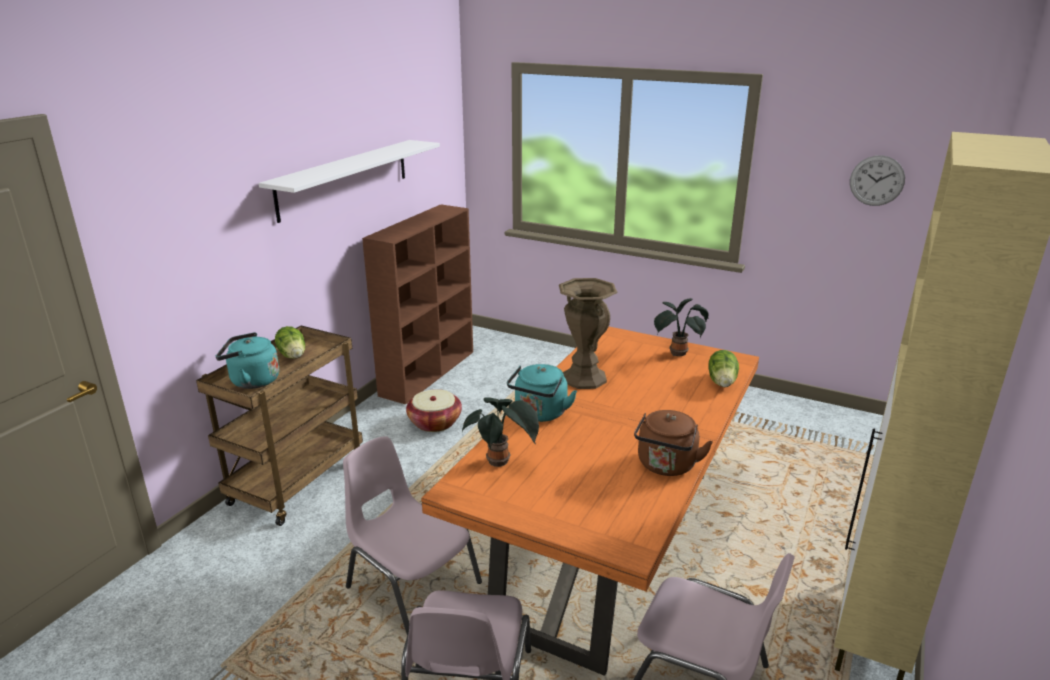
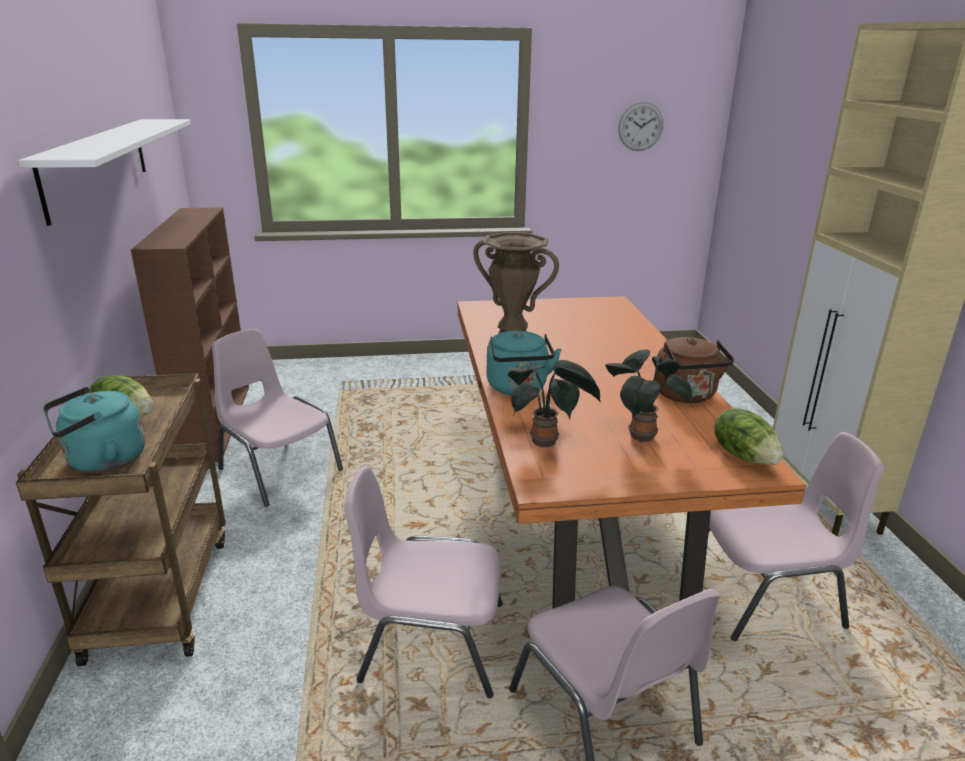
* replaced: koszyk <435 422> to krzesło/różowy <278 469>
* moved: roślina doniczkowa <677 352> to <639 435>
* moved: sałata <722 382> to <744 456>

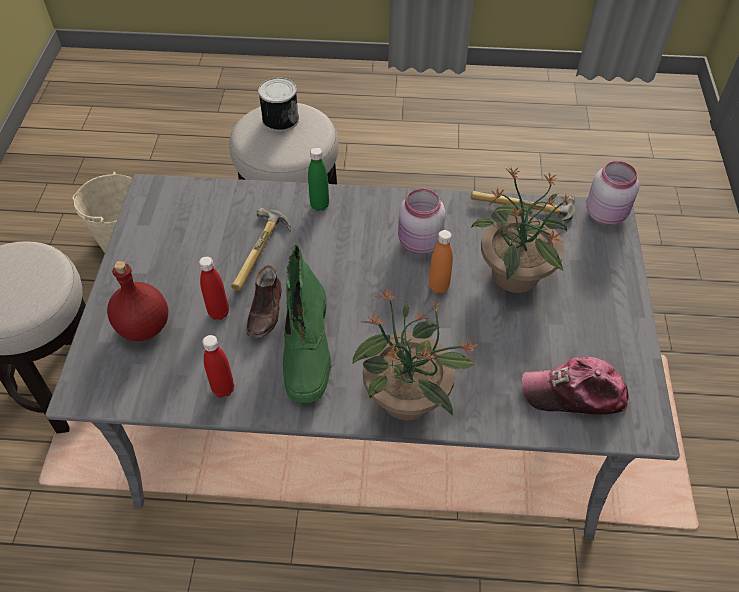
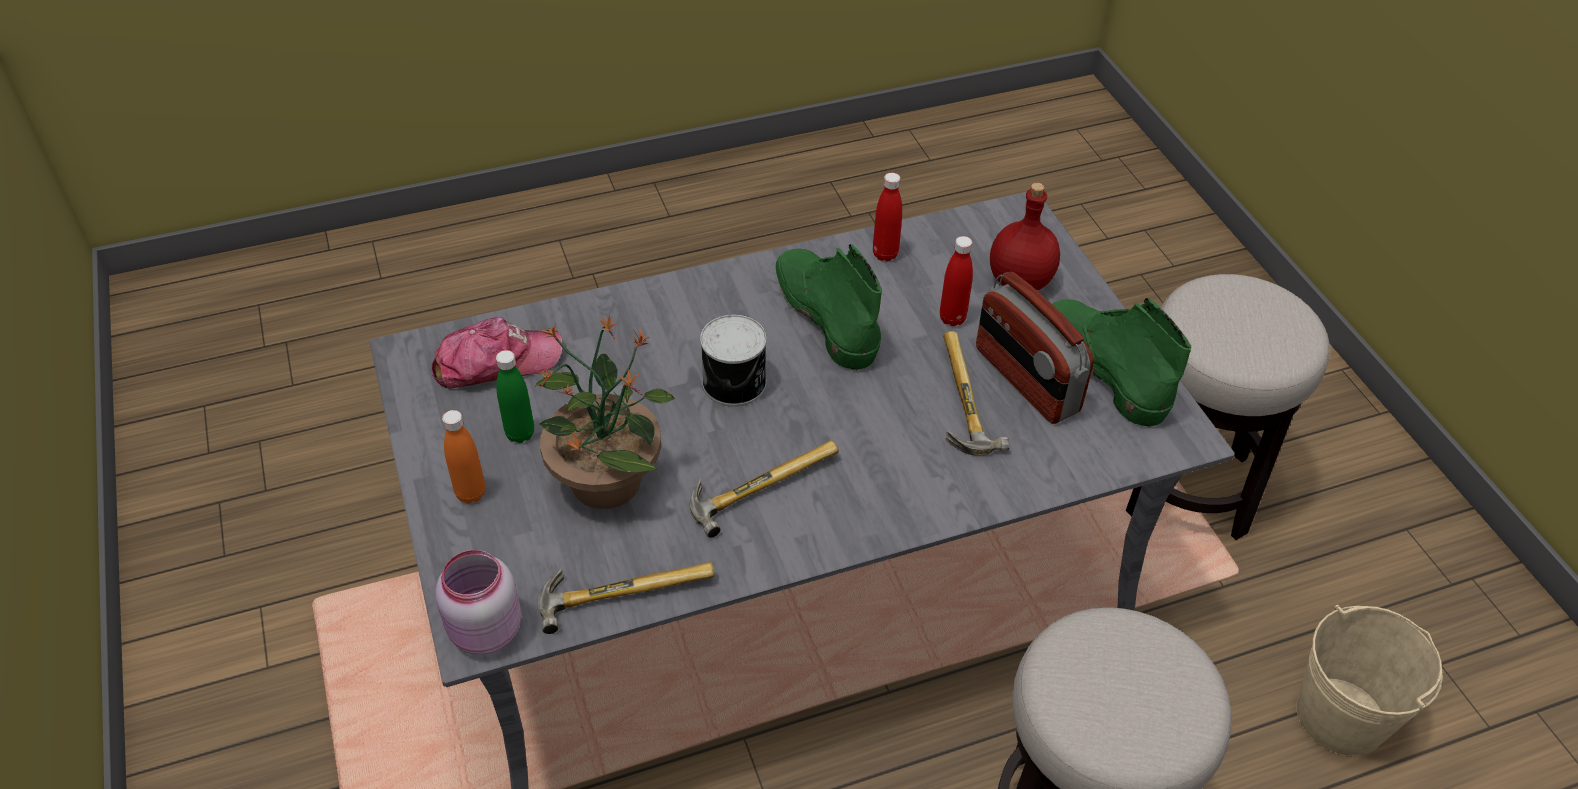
* removed: but/brązowy <266 311>
* moved: puszka <279 119> to <736 383>
* moved: butelka/zielony <319 205> to <520 434>
* removed: roślina doniczkowa <407 399>
* replaced: słoik/różowy <419 243> to młotek <760 482>
* moved: butelka/pomarańczowy <438 287> to <471 493>
* added: radio <1025 380>
* added: but z cholewką/zielony <1102 368>

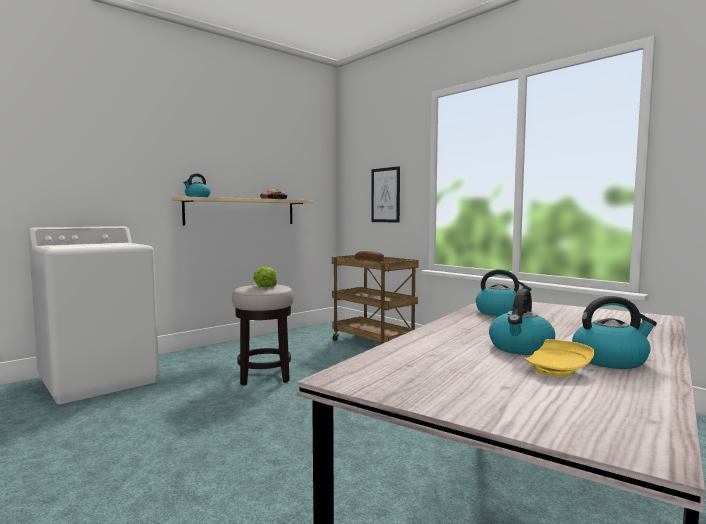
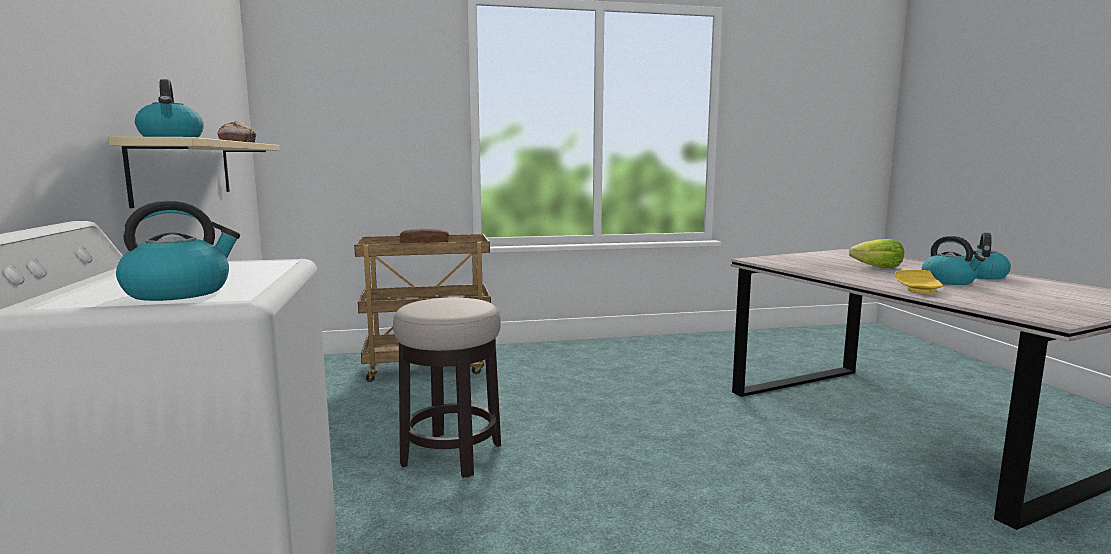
* moved: sałata <265 286> to <877 267>
* removed: obraz <385 195>
* moved: czajnik <500 312> to <180 292>
* moved: talerz/żółty <558 370> to <919 290>

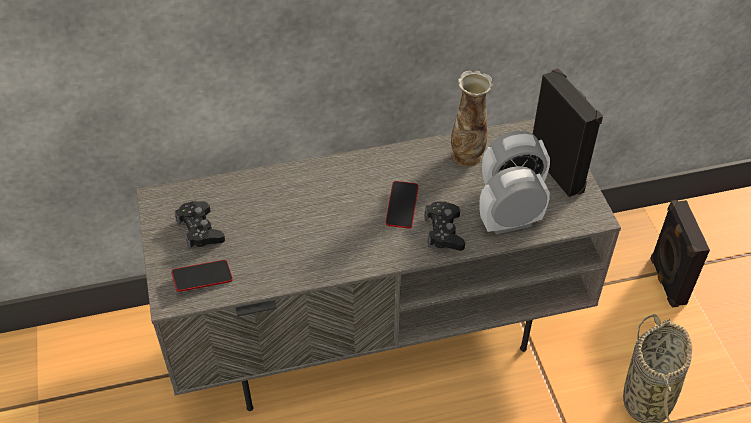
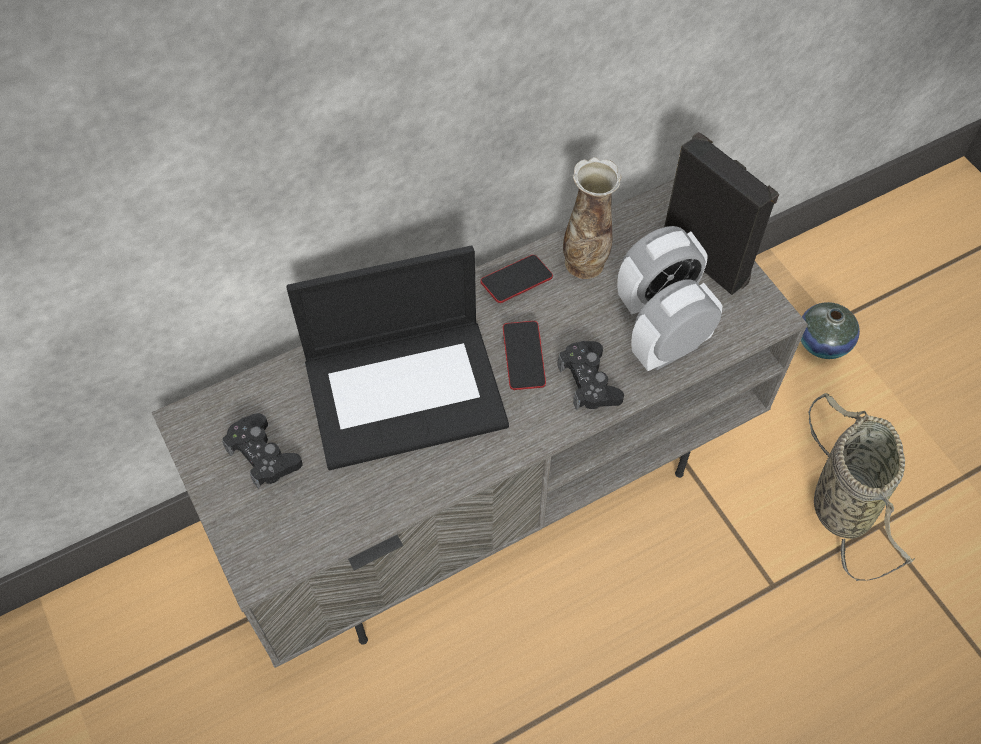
* moved: telefon <202 278> to <516 282>
* replaced: głośnik/czarny <666 281> to wazon <822 342>
* added: laptop <406 390>

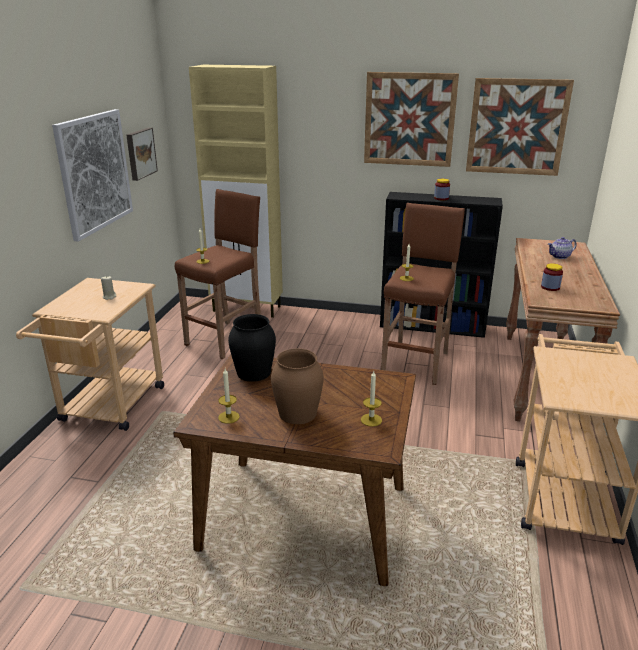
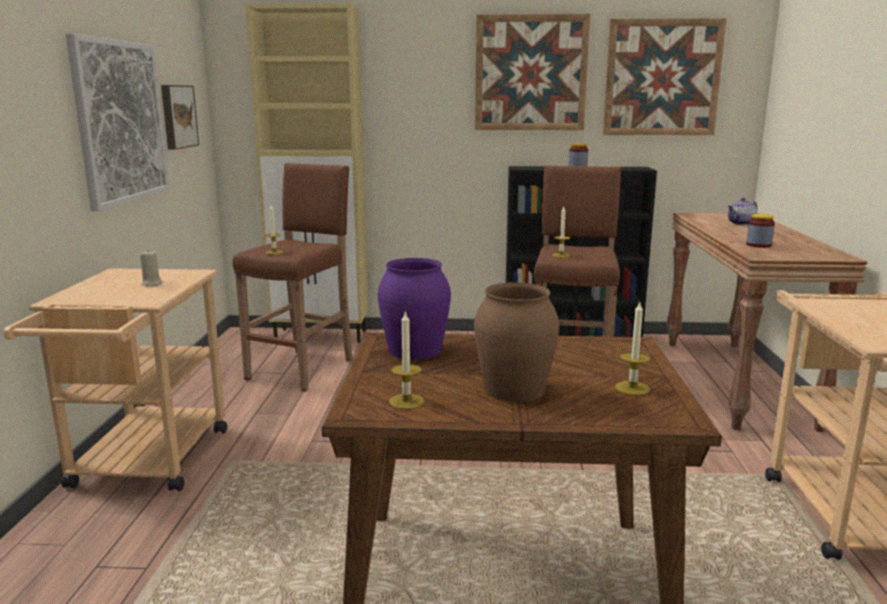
* recoloured: wazon/czarny <254 372> to wazon/fioletowy <415 350>

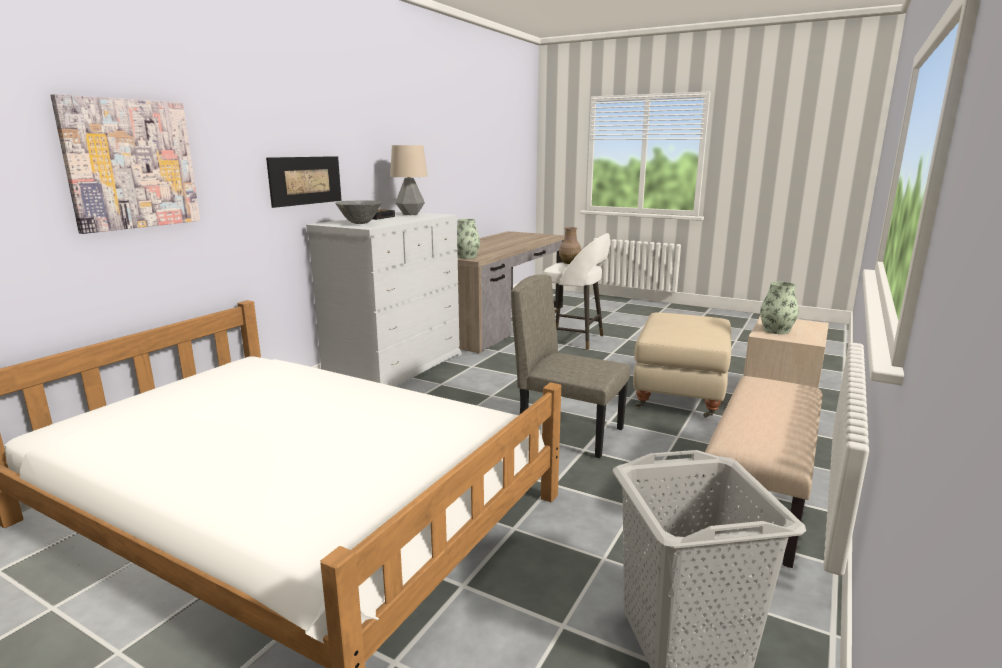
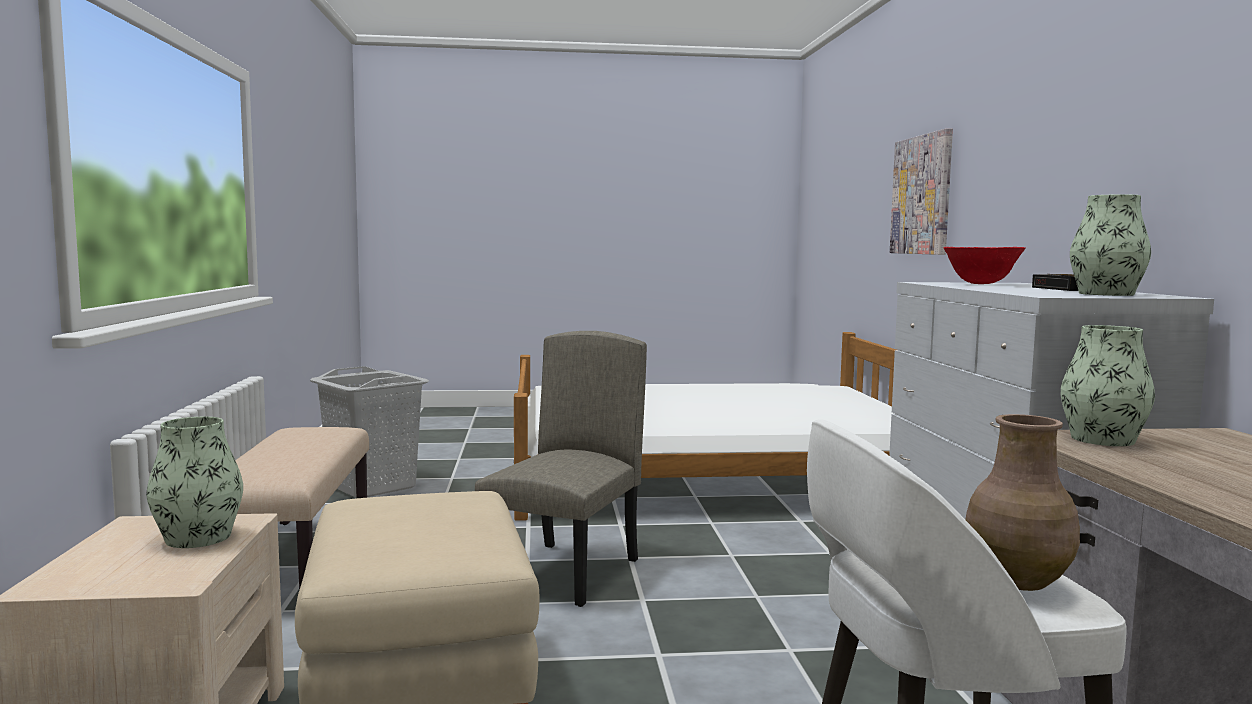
* removed: obraz <305 180>
* recoloured: miska/szary <360 223> to miska/czerwony <981 284>
* replaced: lampa stołowa <410 214> to wazon <1106 294>
* turned: krzesło/beżowy <570 433> = <564 573> 60 degrees counterclockwise

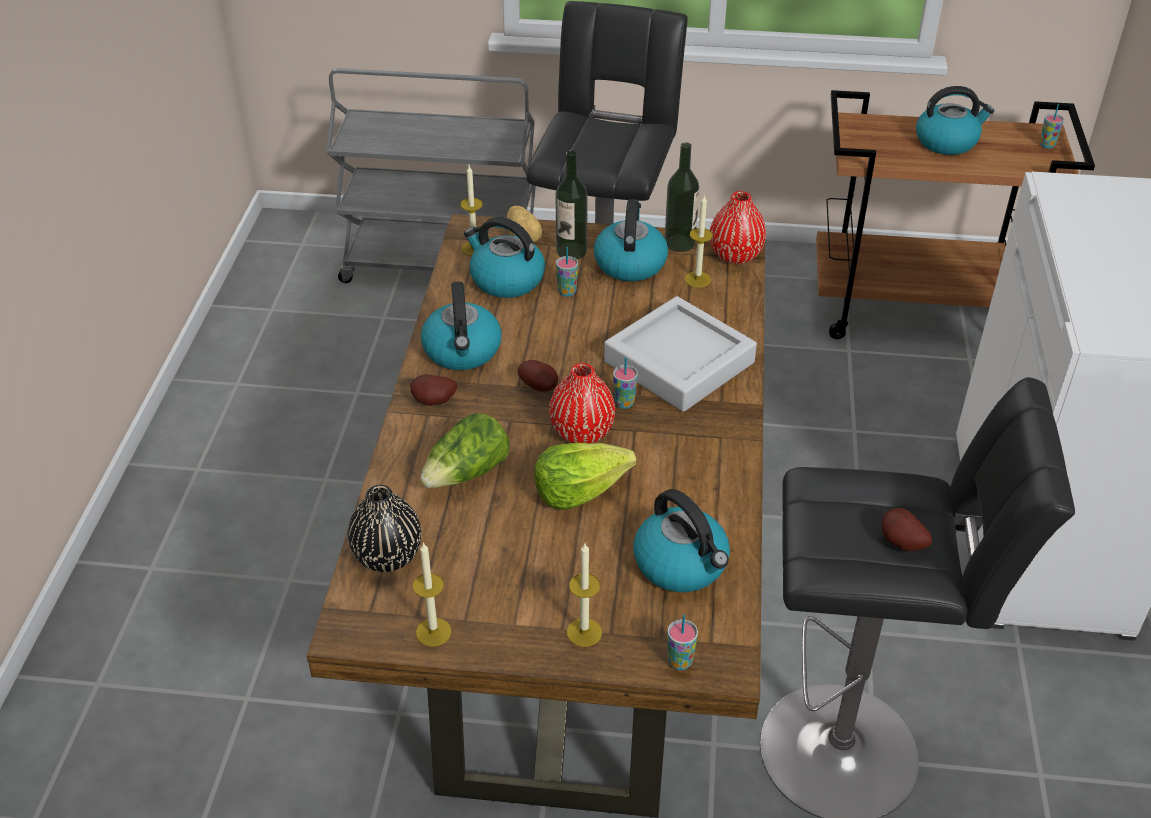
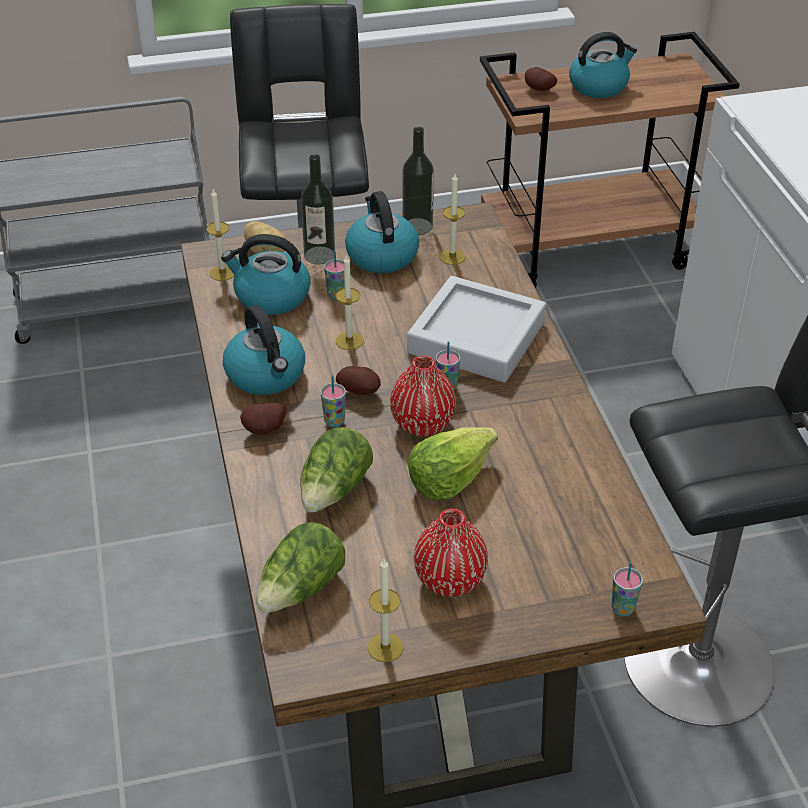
* replaced: wazon/czarny <388 556> to sałata <301 589>
* moved: świeca <584 632> to <349 341>
* removed: czajnik <682 564>
* moved: wazon/czerwony <735 255> to <450 580>
* moved: ziemniak <900 544> to <538 90>
* moved: filiżanka <1047 145> to <334 421>

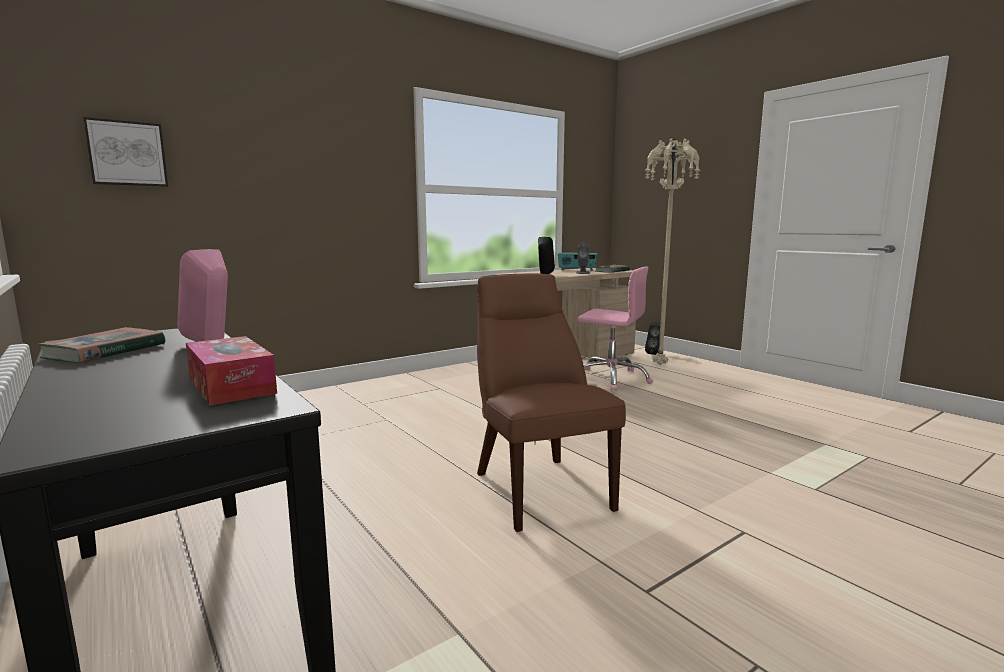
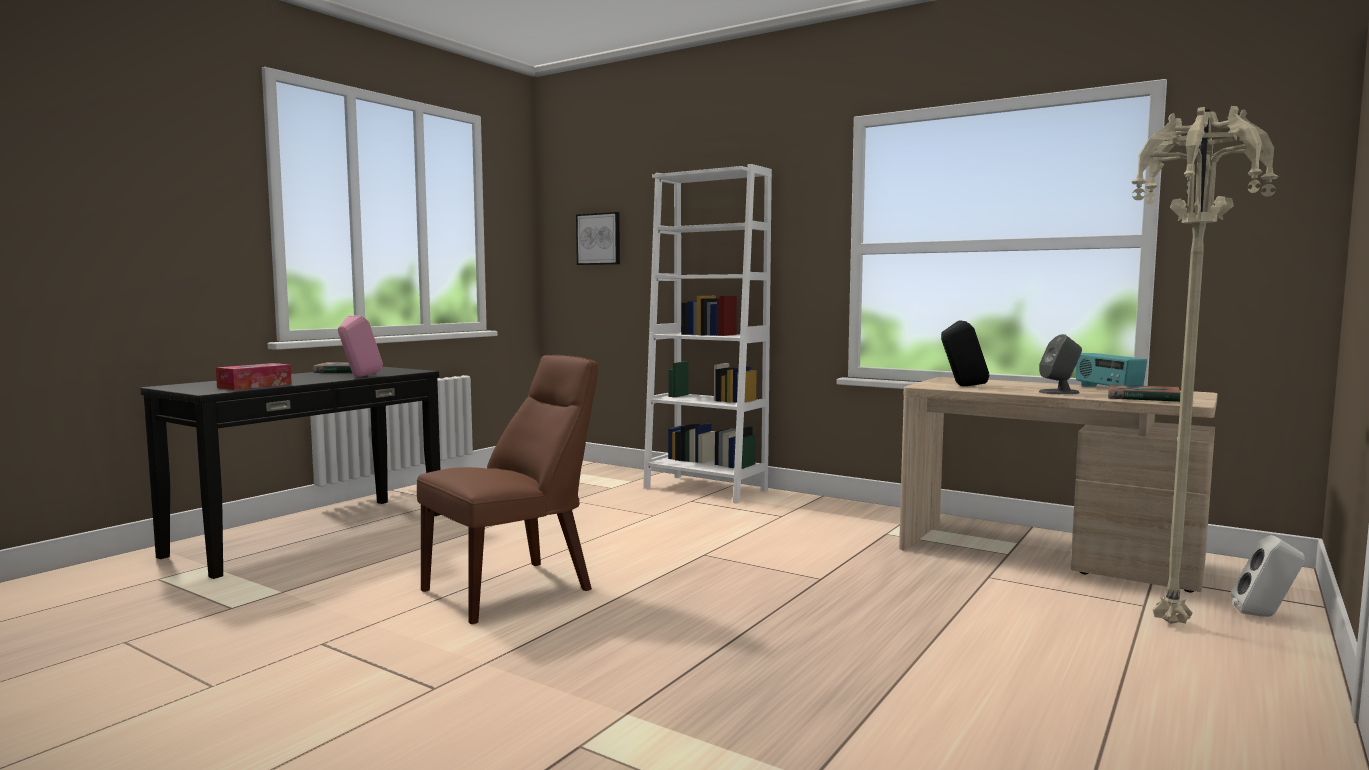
* removed: krzesło biurowe/różowy <611 379>
* recoloured: głośnik/czarny <655 354> to głośnik/biały <1264 616>
* added: regał/biały <705 489>

